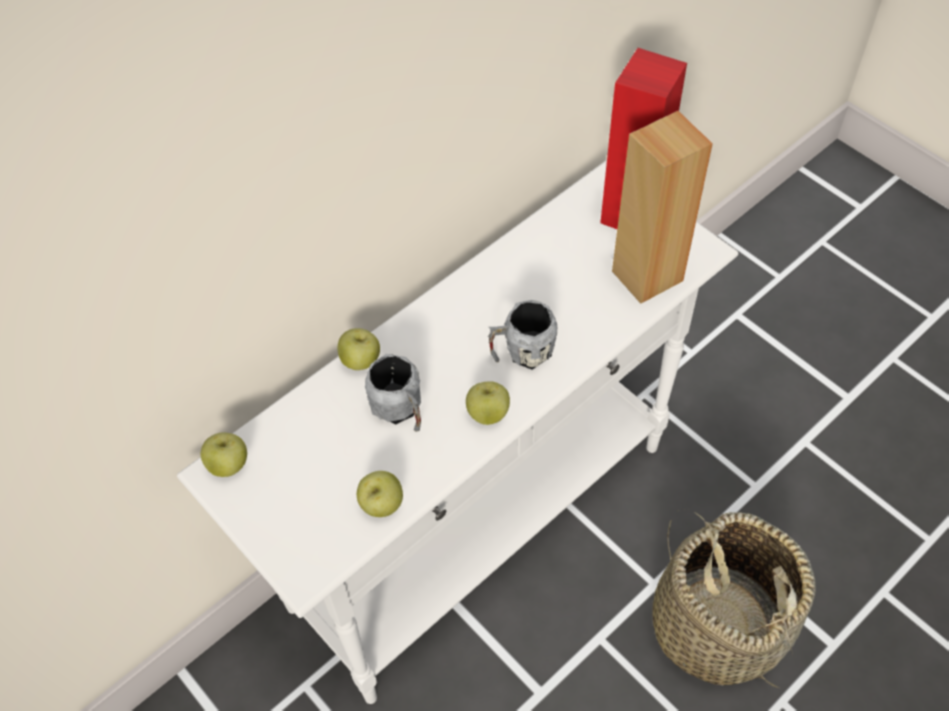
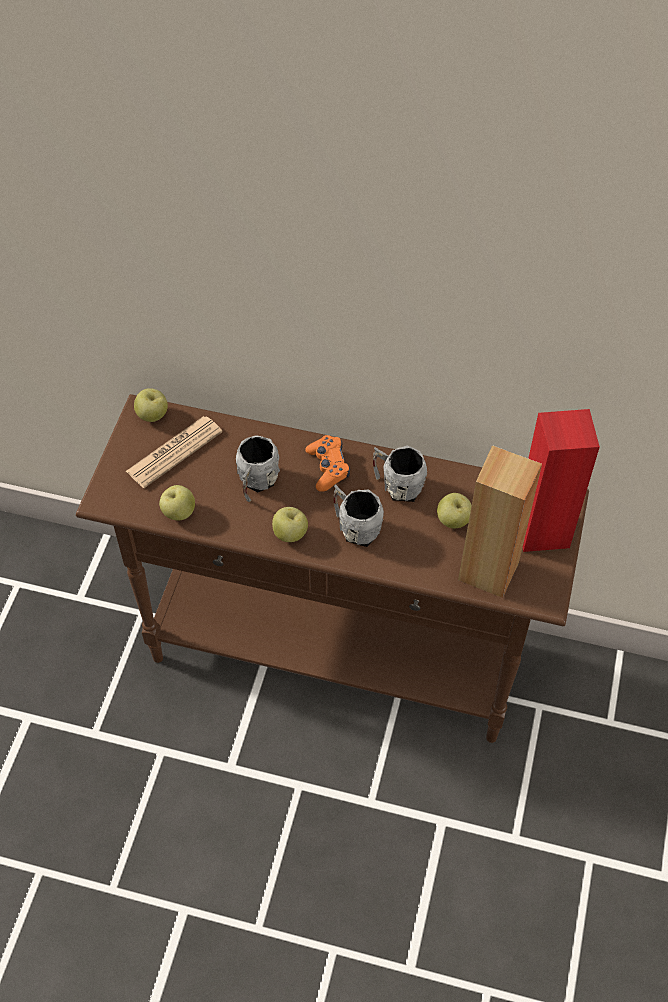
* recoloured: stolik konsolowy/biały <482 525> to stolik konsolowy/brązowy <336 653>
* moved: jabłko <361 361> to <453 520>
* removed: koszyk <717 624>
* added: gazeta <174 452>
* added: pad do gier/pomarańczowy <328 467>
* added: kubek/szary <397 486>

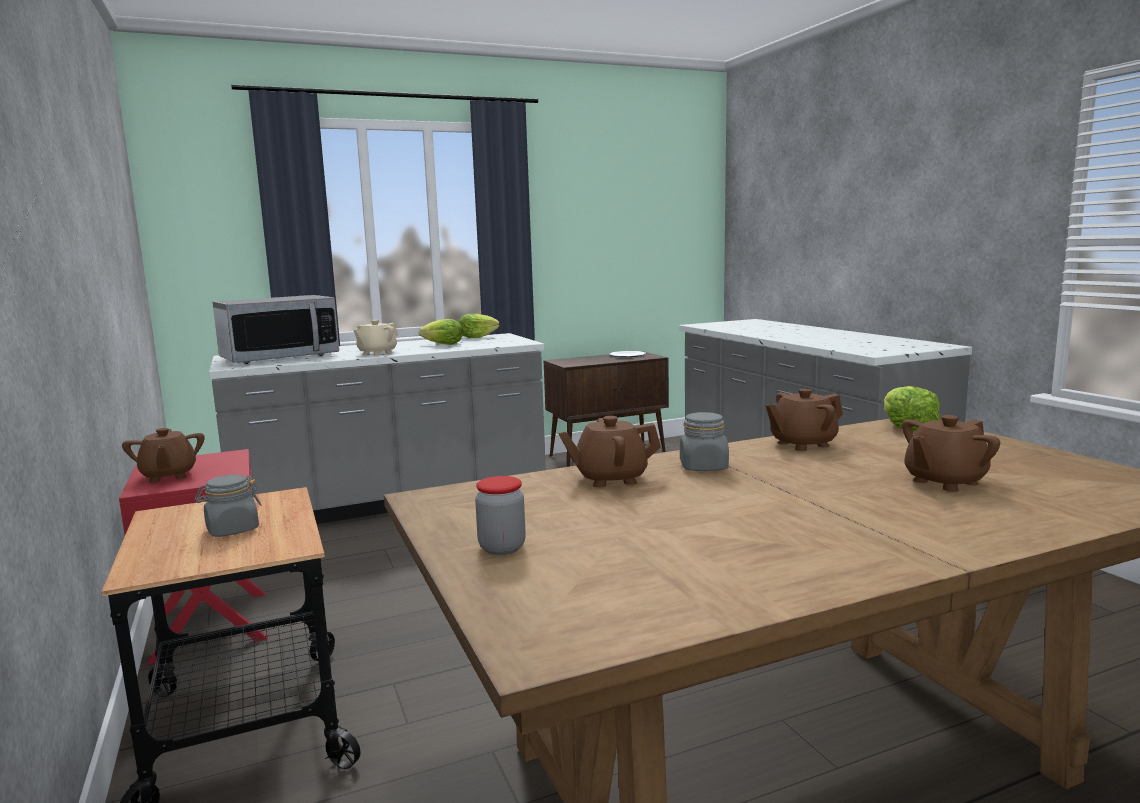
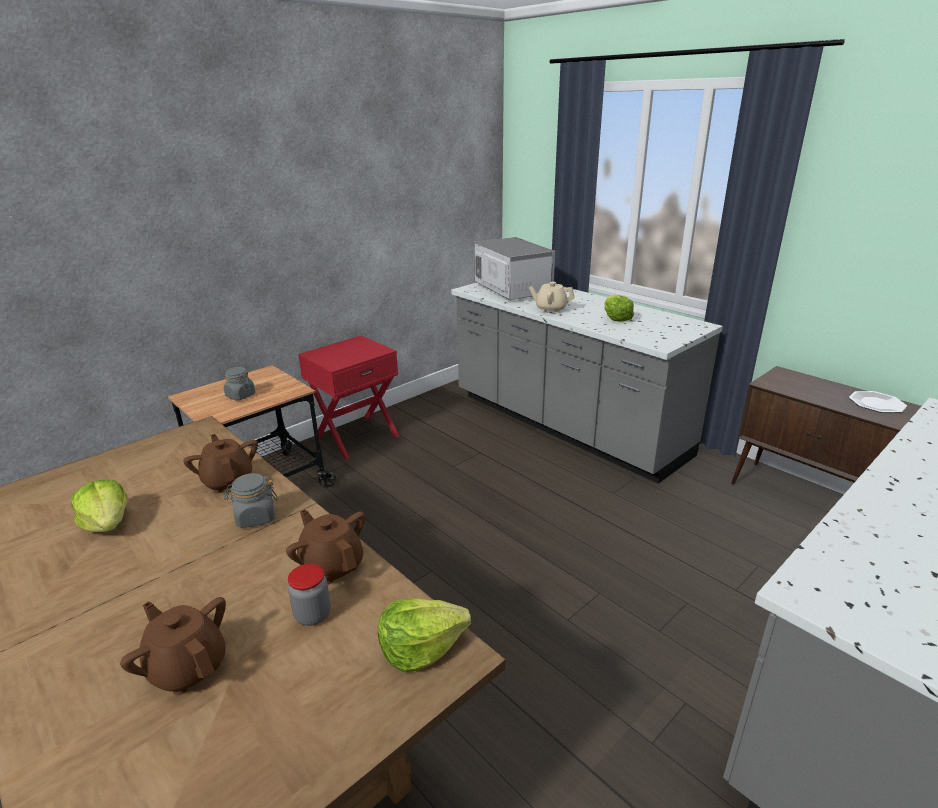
* removed: imbryk/brązowy <168 476>
* turned: mikrofalówka <280 357> = <511 290> 150 degrees counterclockwise
* moved: sałata <477 337> to <107 523>
* moved: słoik <502 548> to <313 615>

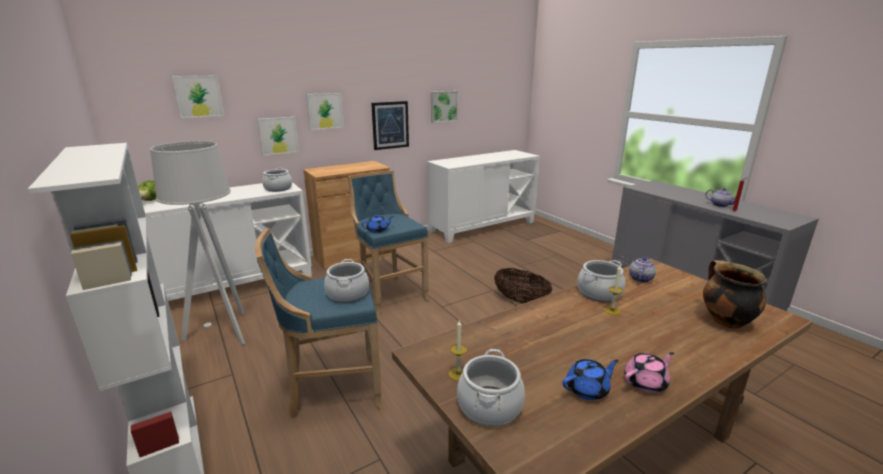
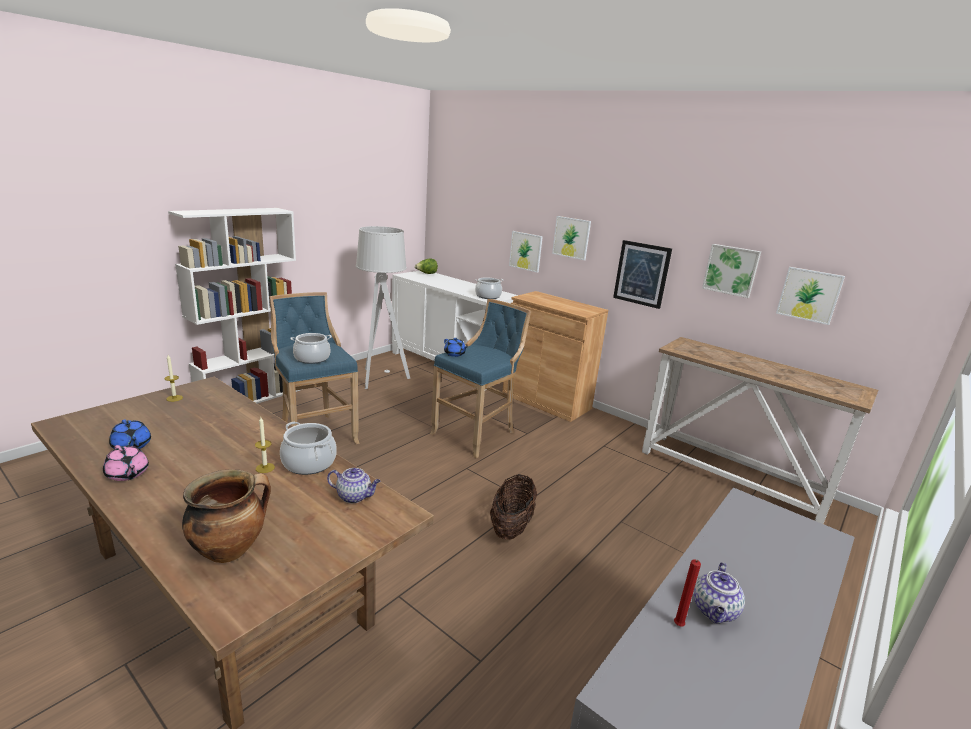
* moved: obraz <198 96> to <809 295>
* replaced: szafka/biały <482 226> to stolik konsolowy <732 476>
* removed: garnek <489 406>

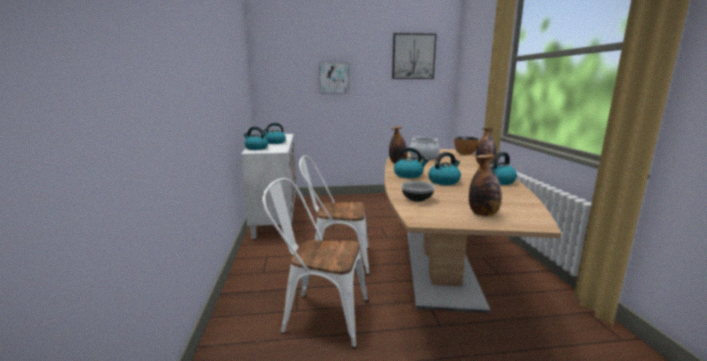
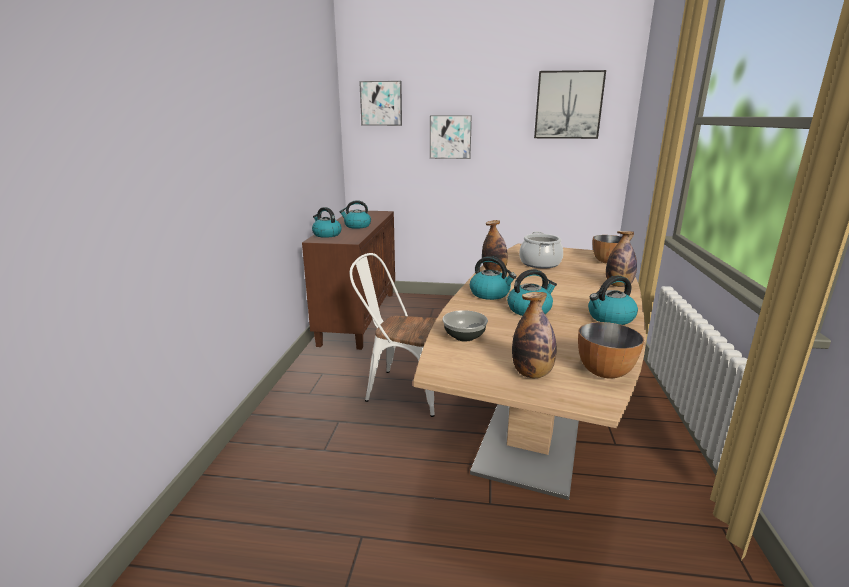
* recoloured: szafka/biały <275 215> to szafka/brązowy <358 317>
* removed: krzesło/biały <319 316>
* added: obraz <381 103>
* added: miska <604 372>

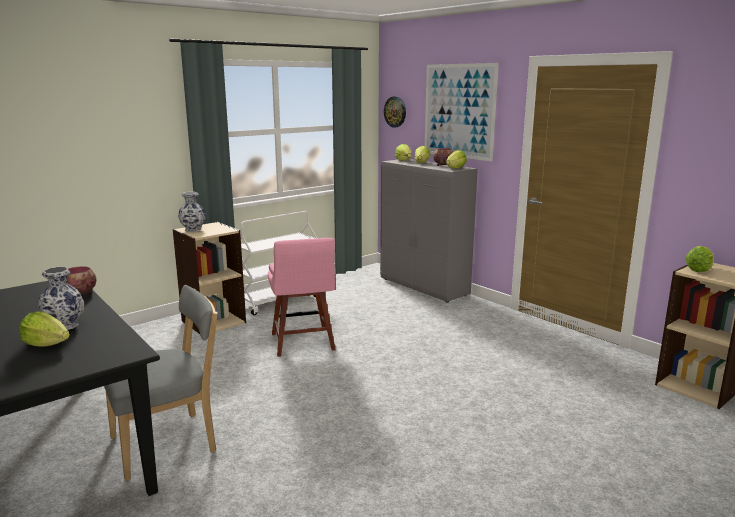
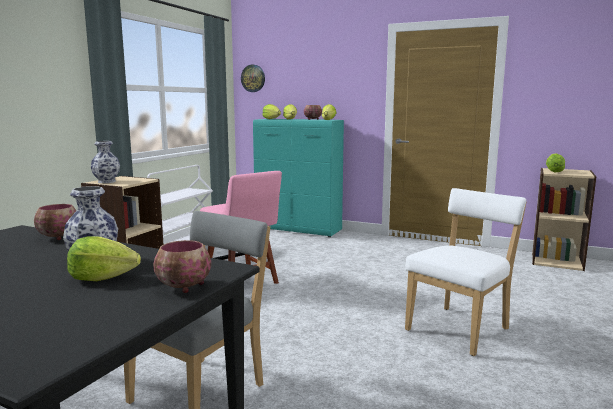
* recoloured: szafka/szary <424 287> to szafka/turkusowy <299 230>
* removed: obraz <459 111>
* added: miska <184 287>
* added: krzesło/biały <460 328>

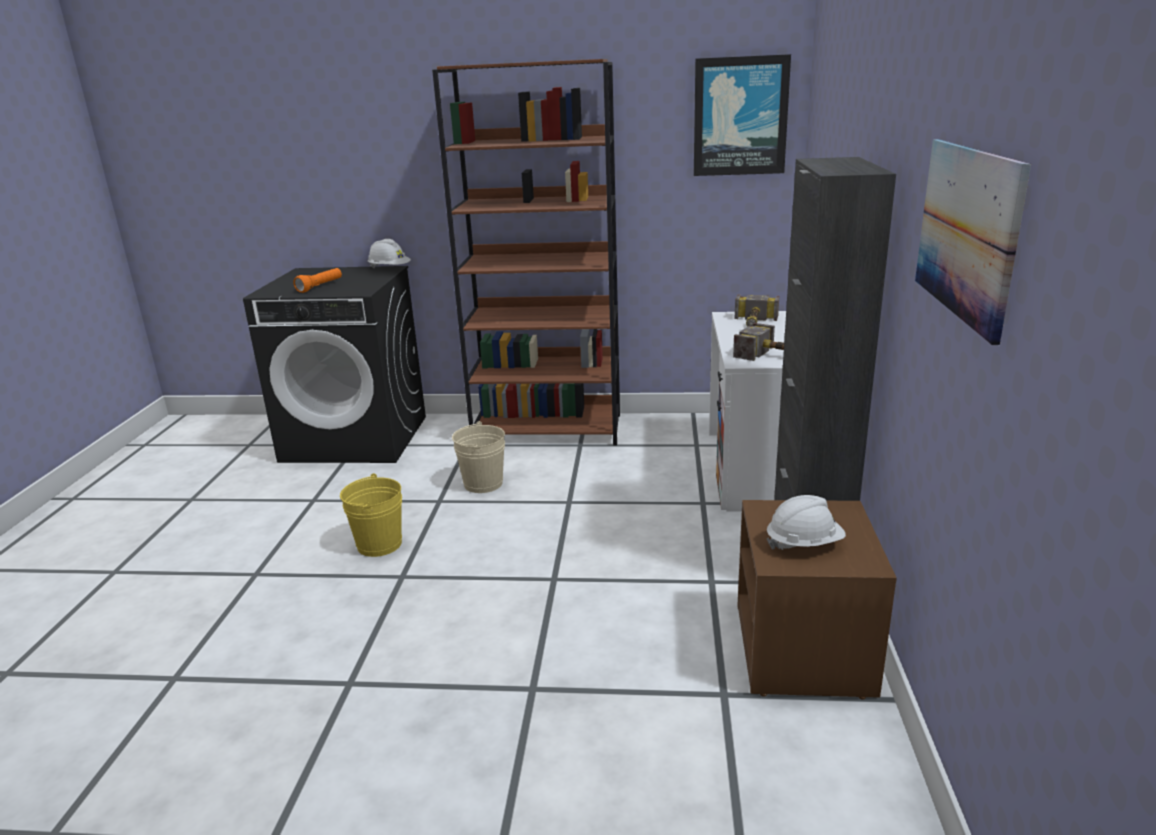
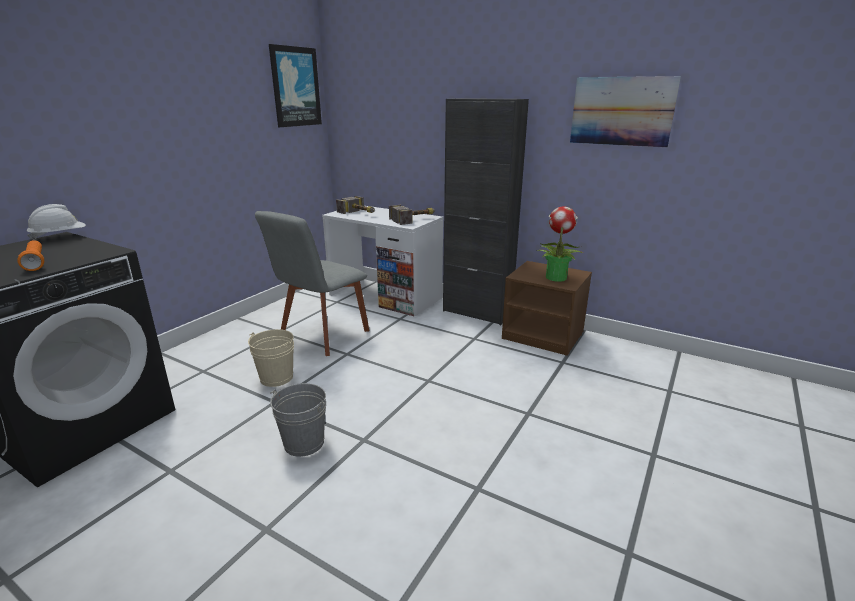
* recoloured: wiadro/żółty <379 544> to wiadro/szary <304 443>
* removed: regał/brązowy <549 429>
* replaced: kask/biały <804 544> to roślina doniczkowa <555 277>
* added: krzesło/szary <321 336>

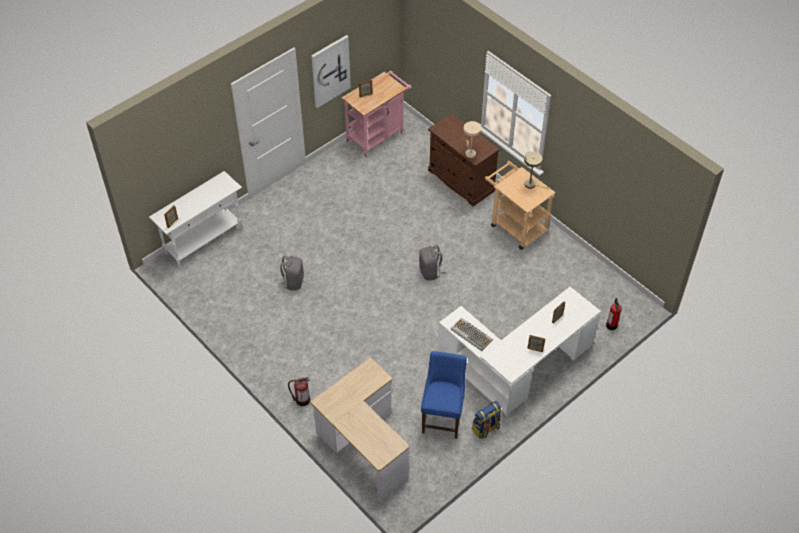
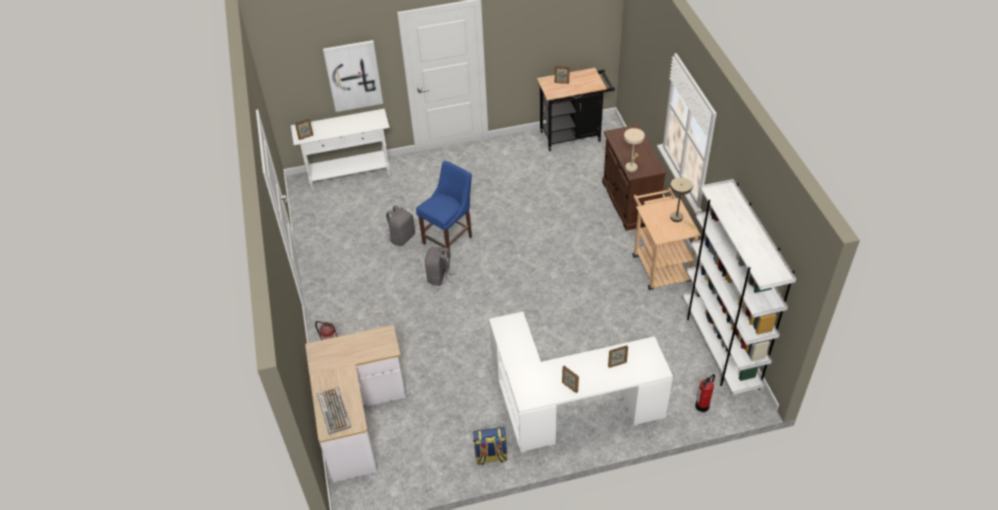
* moved: obraz <330 71> to <353 75>
* recoloured: wózek/różowy <378 135> to wózek/czarny <574 135>
* moved: plecak/szary <430 272> to <439 277>
* moved: krzesło/niebieski <443 417> to <449 239>
* moved: klawiatura <471 334> to <333 410>
* added: regał/biały <720 348>

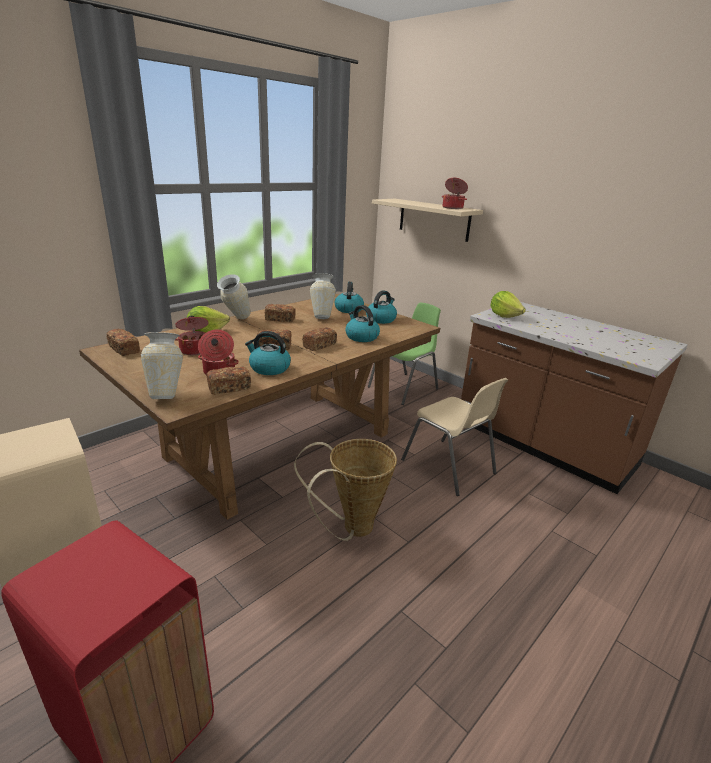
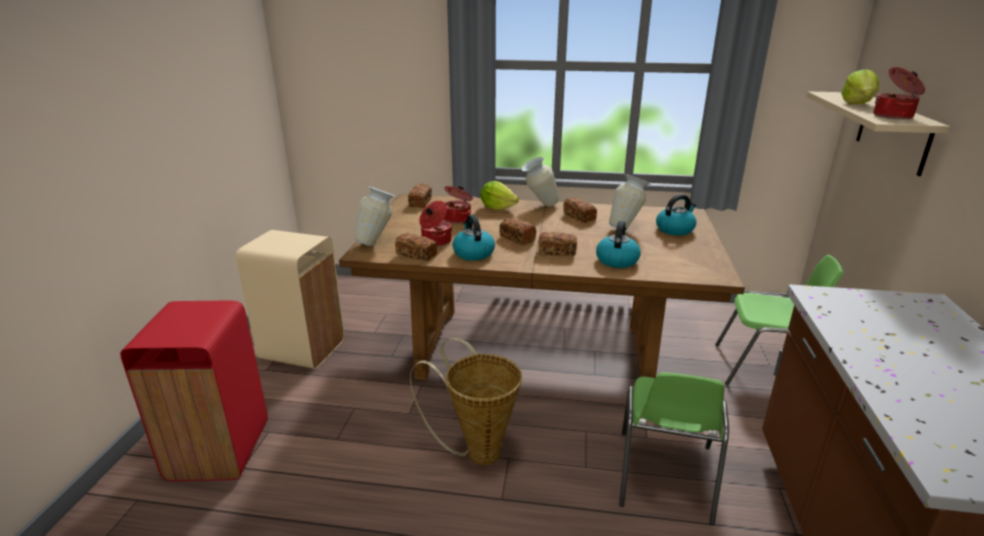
* removed: czajnik <381 319>
* recoloured: krzesło/beżowy <449 467> to krzesło/zielony <664 476>
* moved: sałata <504 316> to <857 104>

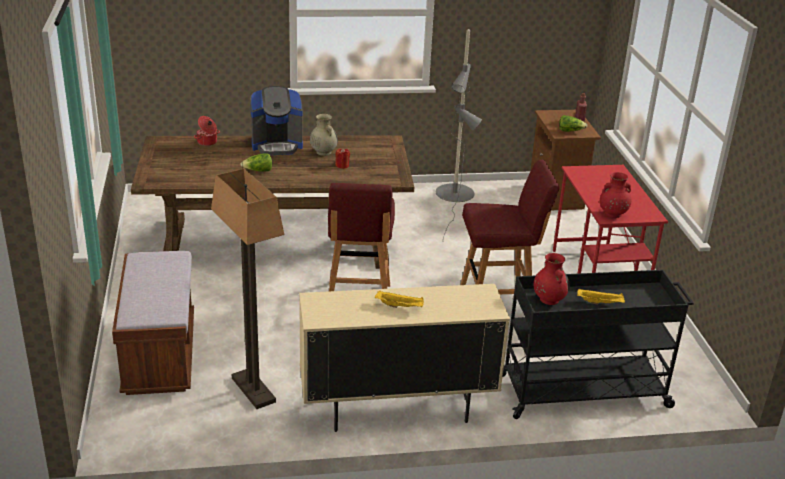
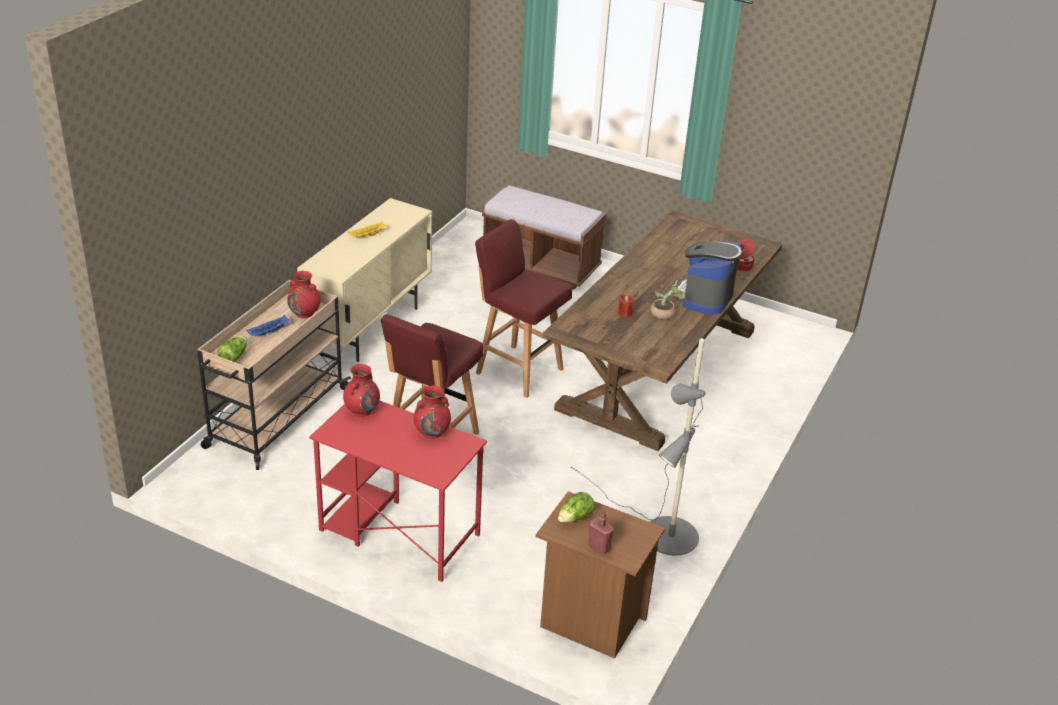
* removed: lampa stojąca <252 390>
* moved: sałata <258 171> to <234 356>
* replaced: wazon/beżowy <323 152> to roślina doniczkowa <665 315>
* recoloured: wózek/czarny <585 391> to wózek/beżowy <276 418>
* recoloured: taca/żółty <600 303> to taca/niebieski <269 333>
* added: wazon/czerwony <432 432>

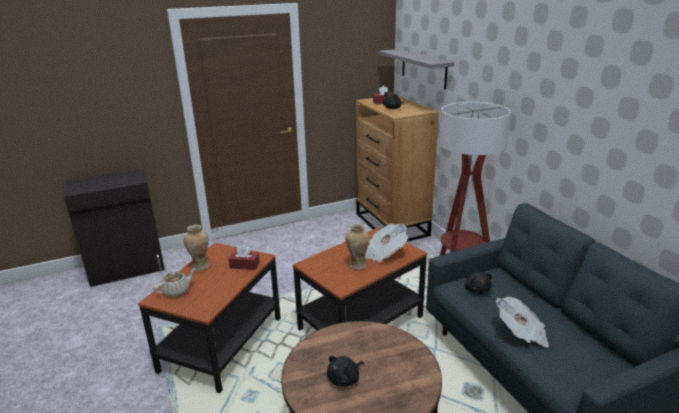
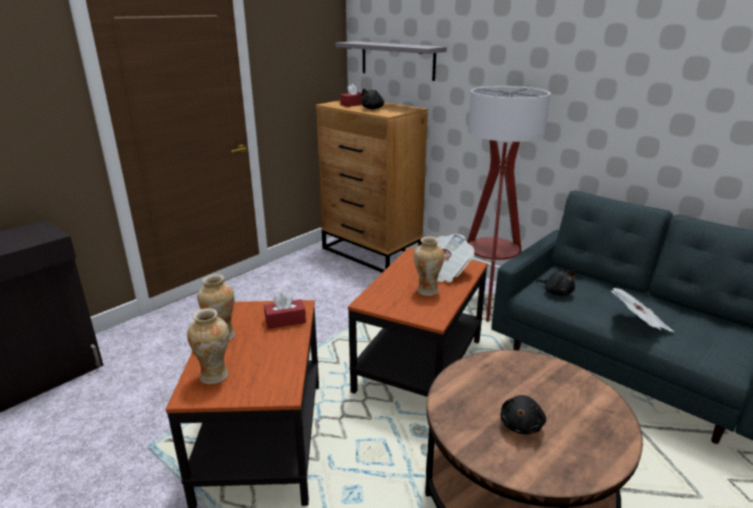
* replaced: imbryk/beżowy <177 291> to wazon <215 376>

